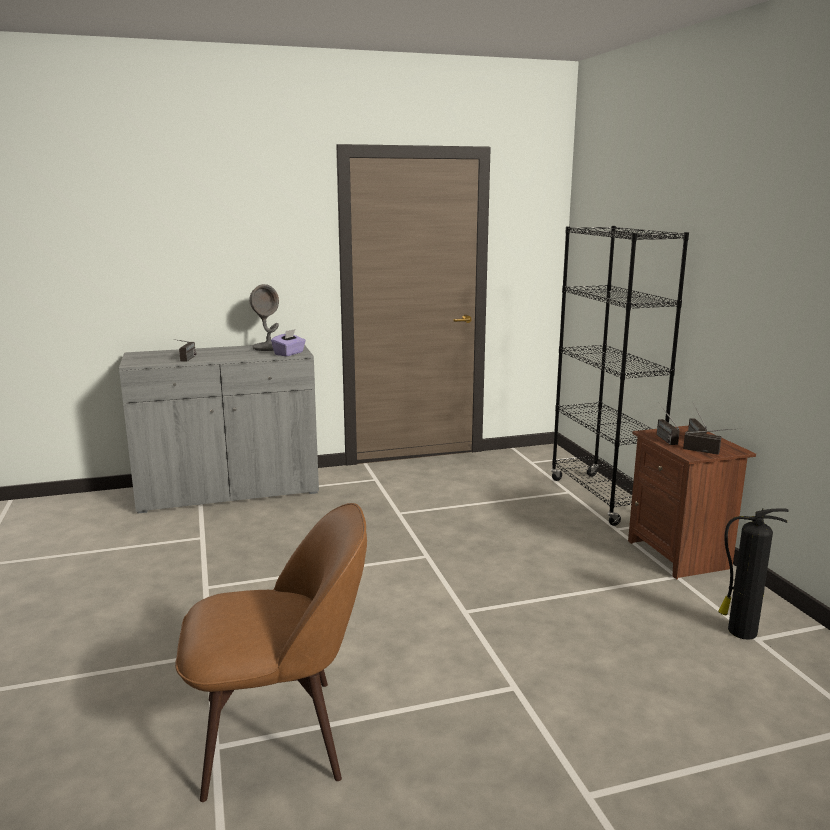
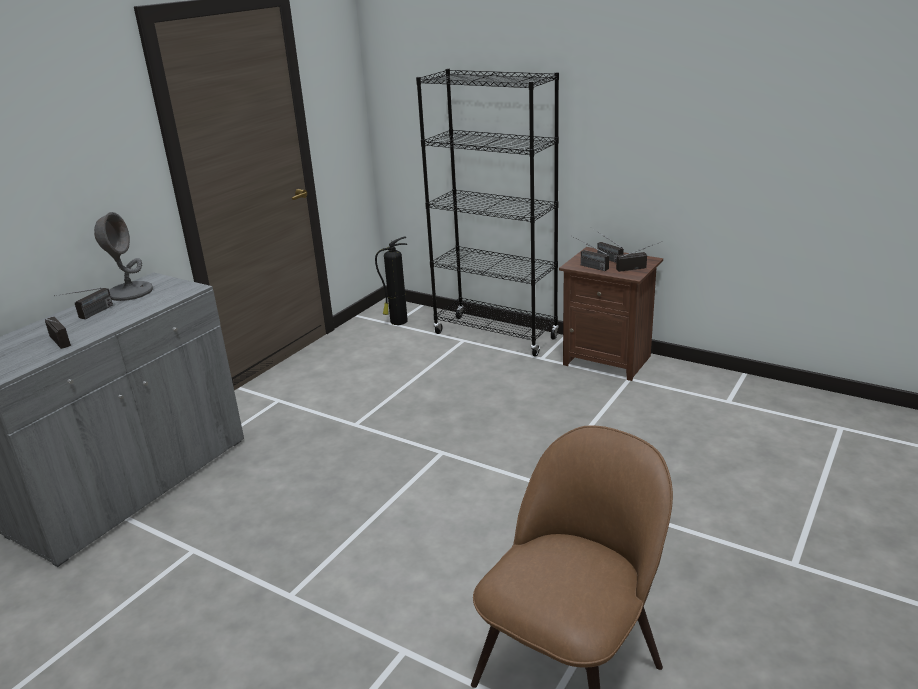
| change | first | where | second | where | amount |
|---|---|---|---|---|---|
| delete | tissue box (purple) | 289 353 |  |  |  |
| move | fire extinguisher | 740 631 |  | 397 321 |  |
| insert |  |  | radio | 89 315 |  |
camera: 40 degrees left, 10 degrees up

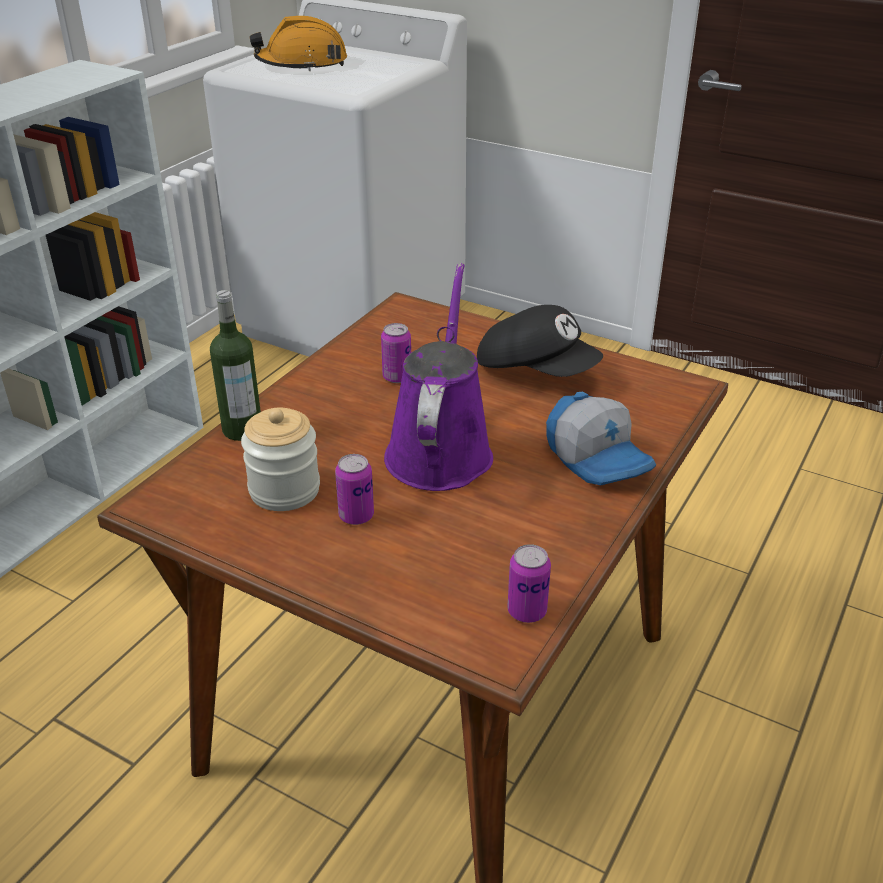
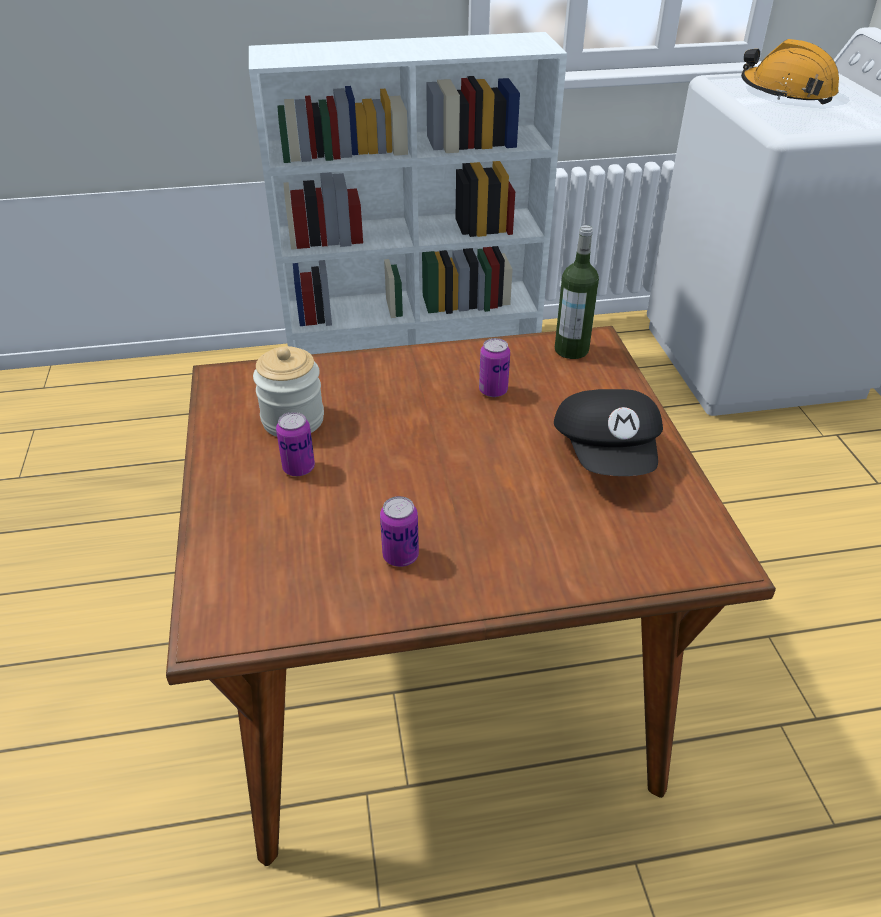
| change | first | where | second | where | amount |
|---|---|---|---|---|---|
| move | bottle | 242 429 |  | 571 350 |  |
| delete | watering can (purple) | 440 450 |  |  |  |
| move | can | 527 611 |  | 400 556 |  |
| delete | cap | 599 457 |  |  |  |
camera: 50 degrees right, 5 degrees up

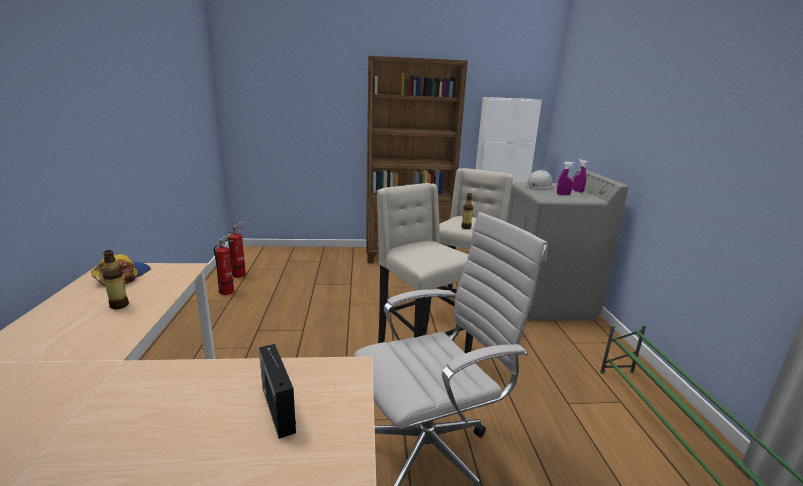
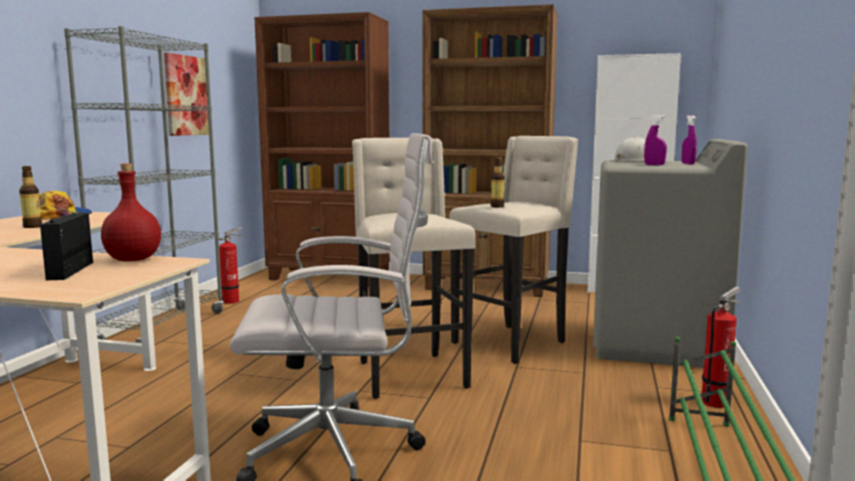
| change | first | where | second | where | amount |
|---|---|---|---|---|---|
| move | fire extinguisher | 240 274 |  | 717 401 |  |
| insert |  |  | bookcase (grey) | 163 329 |  |
| insert |  |  | bottle (red) | 134 259 |  |
| insert |  |  | picture | 185 95 |  |
| insert |  |  | bookcase (brown) | 330 277 |  |
camera: 20 degrees right, 10 degrees down

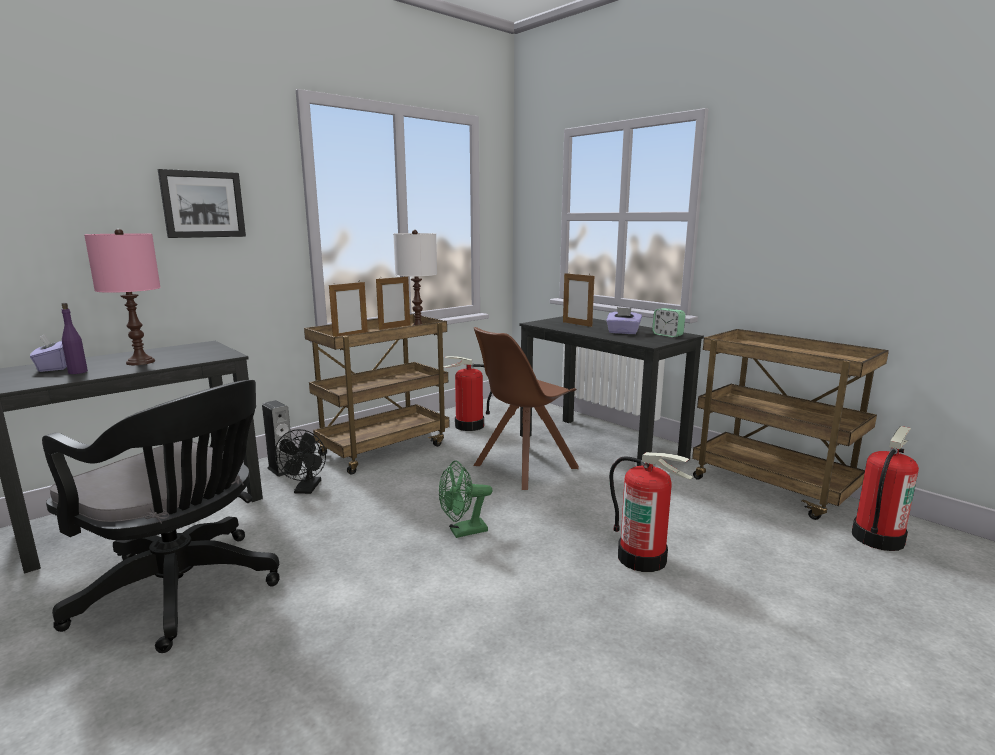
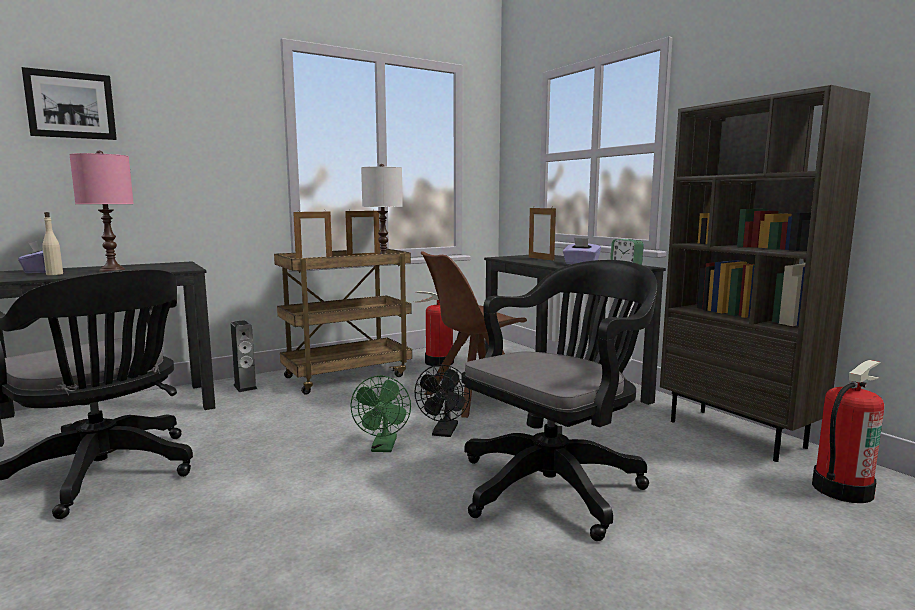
| change | first | where | second | where | amount |
|---|---|---|---|---|---|
| recolor | bottle (purple) | 77 372 | bottle (beige) | 54 274 |  |
| move | picture | 203 204 |  | 71 105 |  |
| move | fan (black) | 306 489 |  | 444 432 |  |
| rotate | fan (green) | 463 532 |  | 383 448 | 75 degrees counterclockwise |
| replace | fire extinguisher | 642 558 | office chair (black) | 556 484 |  |
| replace | cart (brown) | 773 488 | bookcase (brown) | 737 434 |  |
camera: 10 degrees right, 5 degrees down

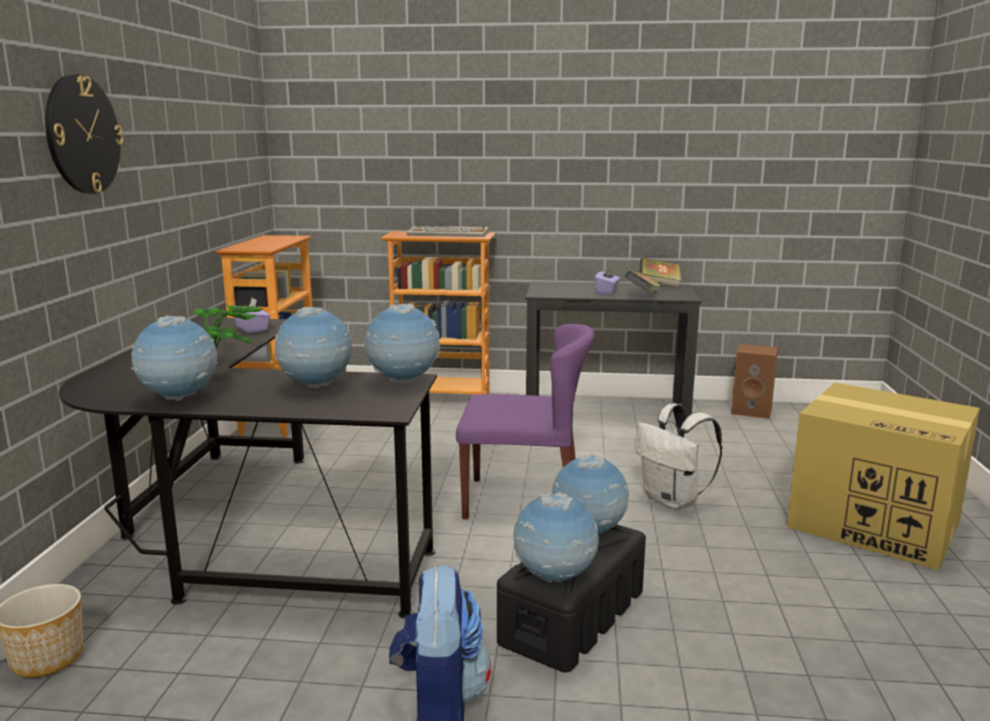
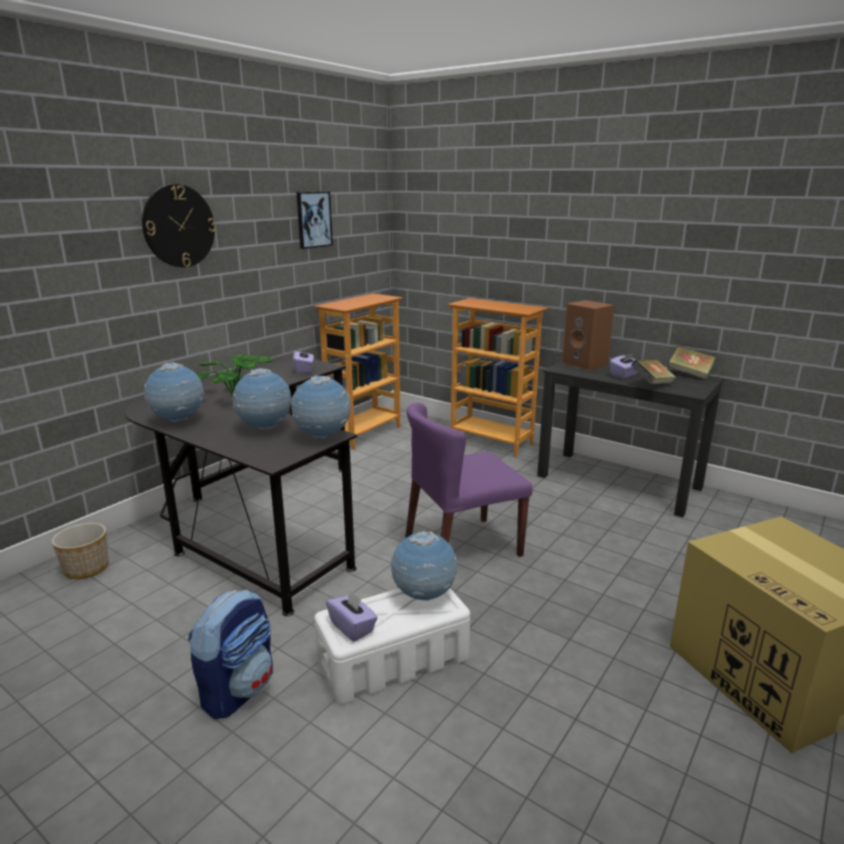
| change | first | where | second | where | amount |
|---|---|---|---|---|---|
| delete | keyboard | 449 234 |  |  |  |
| rotate | chair (purple) | 524 500 |  | 462 547 | 120 degrees clockwise |
| recolor | storage box (black) | 572 617 | storage box (white) | 392 660 |  |
| replace | globe | 554 579 | tissue box (purple) | 352 627 |  |
| delete | backpack (white) | 673 500 |  |  |  |
| move | speaker (brown) | 752 411 |  | 586 364 |  |
| insert |  |  | picture | 313 219 |  |
camera: 30 degrees right, 5 degrees up

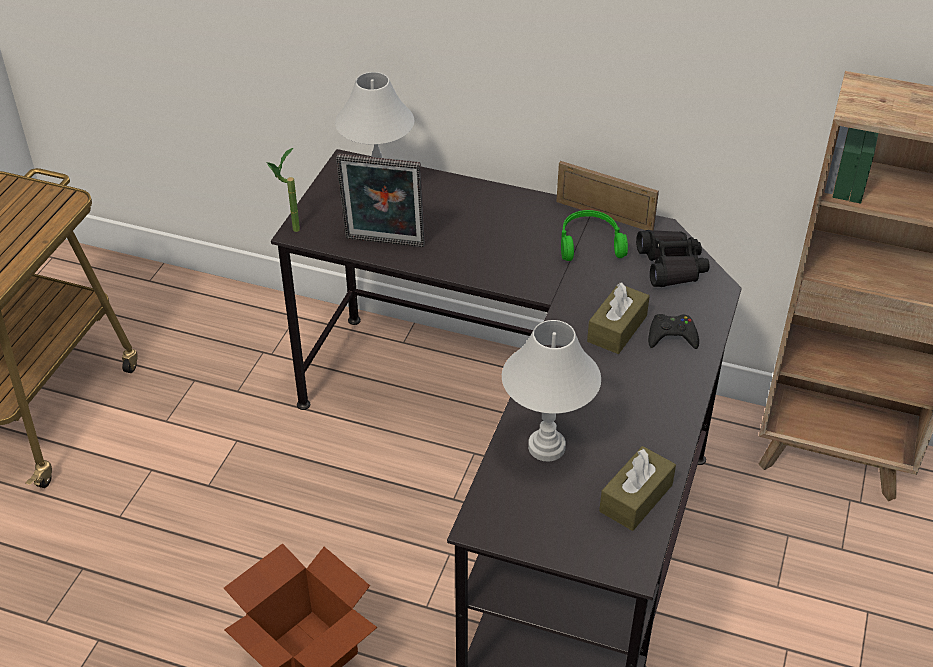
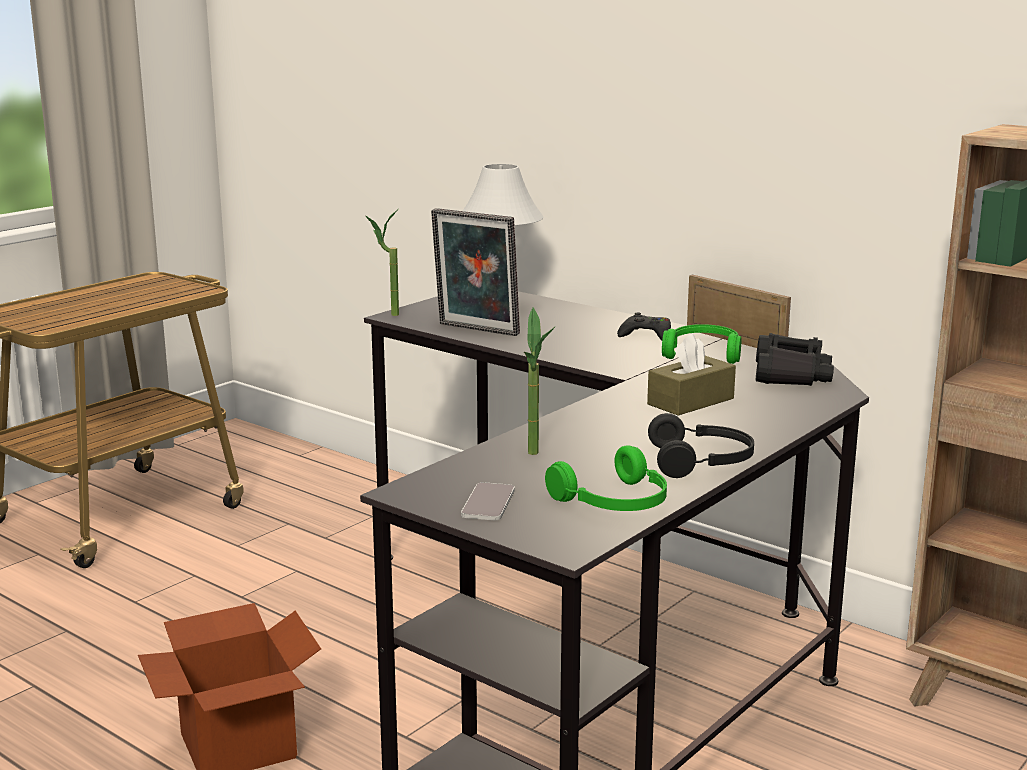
| change | first | where | second | where | amount |
|---|---|---|---|---|---|
| replace | table lamp (white) | 547 446 | potted plant | 537 456 |  |
| replace | tissue box (brown) | 636 498 | headphones (green) | 615 503 |  |
| move | game controller (black) | 672 336 |  | 646 335 |  |
| insert |  |  | phone | 488 503 |  |
| insert |  |  | headphones (black) | 702 462 |  |
camera: 20 degrees right, 25 degrees down

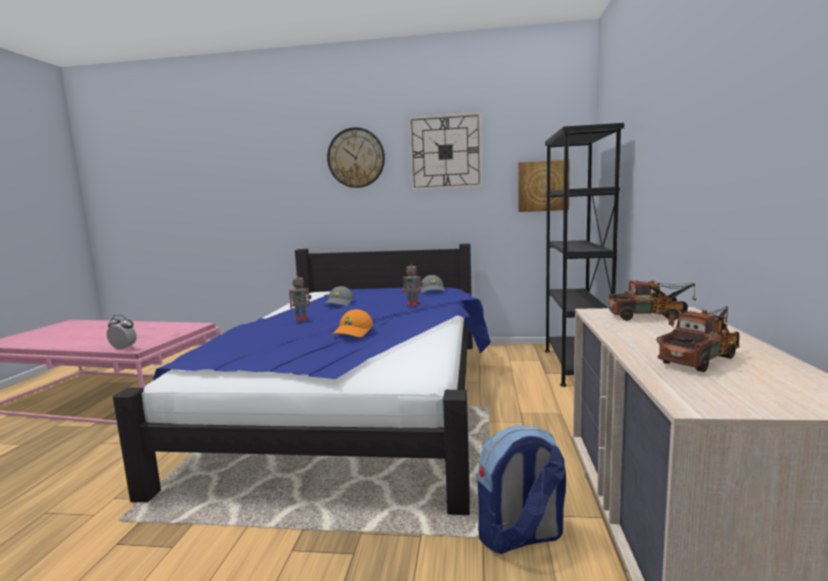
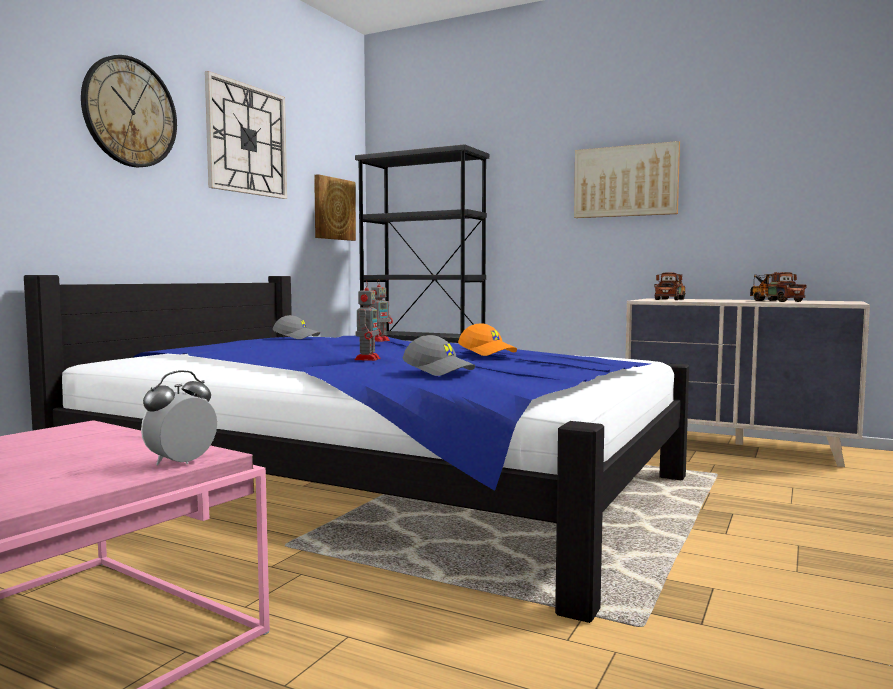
| change | first | where | second | where | amount |
|---|---|---|---|---|---|
| move | cap (grey) | 339 303 |  | 439 371 |  |
| delete | backpack | 520 537 |  |  |  |
| insert |  |  | picture | 625 181 |  |
camera: 70 degrees left, 5 degrees down

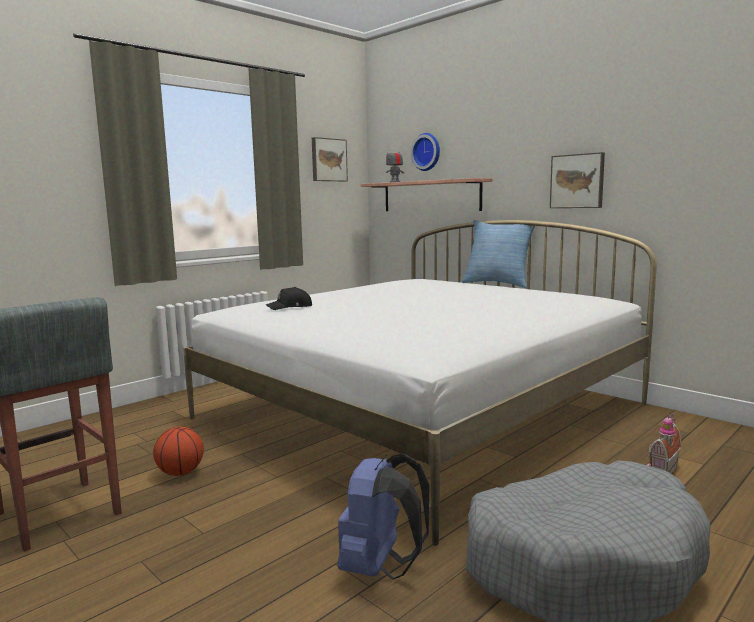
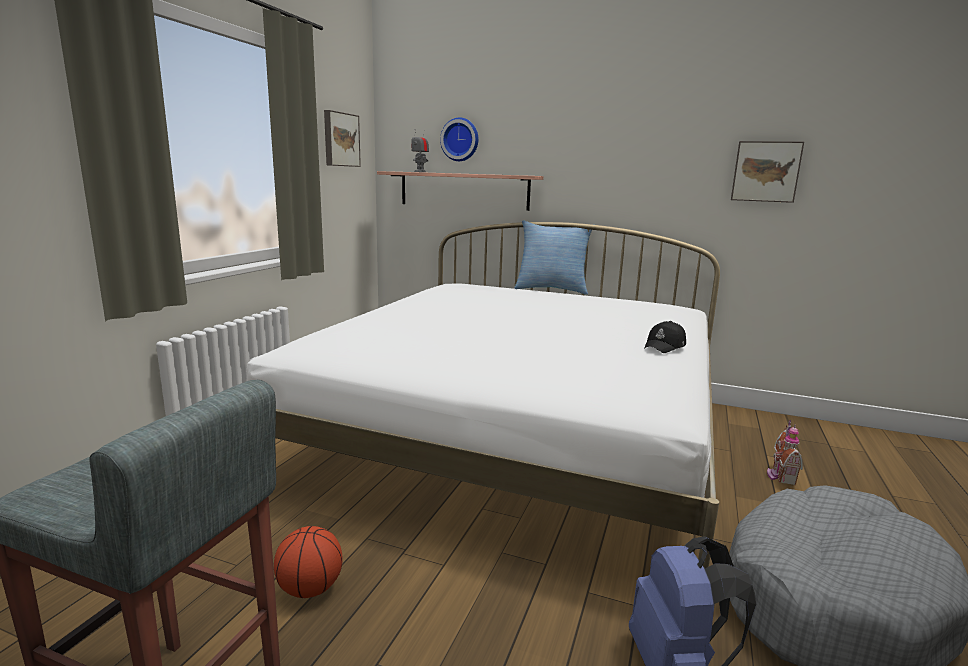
| change | first | where | second | where | amount |
|---|---|---|---|---|---|
| move | cap (black) | 290 307 |  | 665 346 |  |
| move | picture | 577 181 |  | 765 171 |  |
camera: 25 degrees left, 5 degrees up

